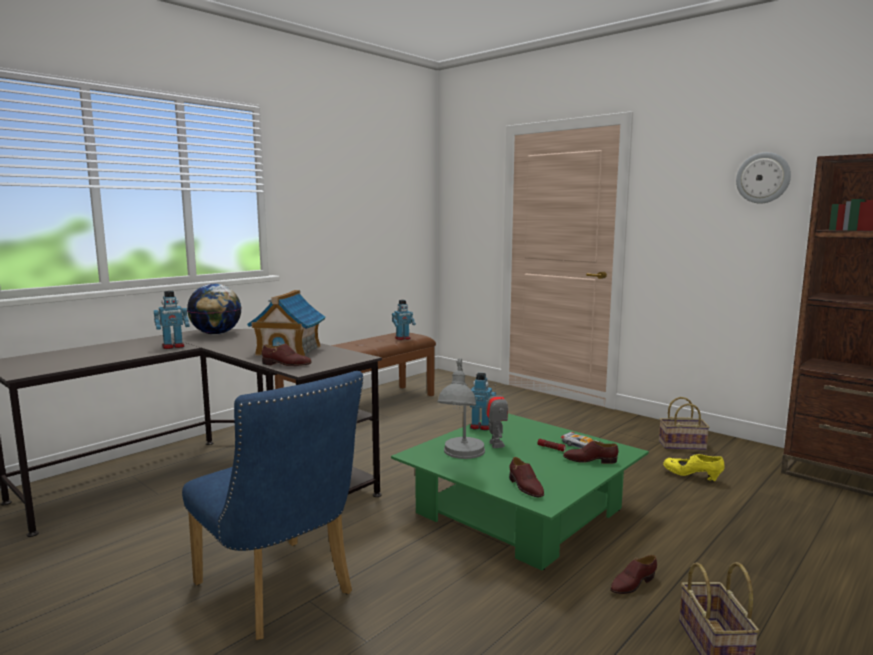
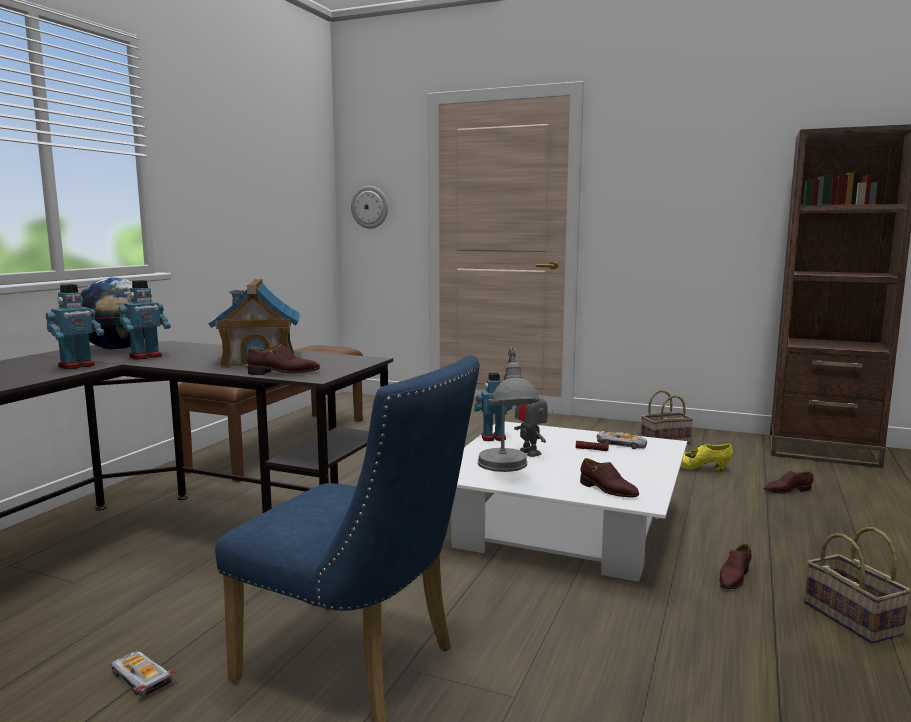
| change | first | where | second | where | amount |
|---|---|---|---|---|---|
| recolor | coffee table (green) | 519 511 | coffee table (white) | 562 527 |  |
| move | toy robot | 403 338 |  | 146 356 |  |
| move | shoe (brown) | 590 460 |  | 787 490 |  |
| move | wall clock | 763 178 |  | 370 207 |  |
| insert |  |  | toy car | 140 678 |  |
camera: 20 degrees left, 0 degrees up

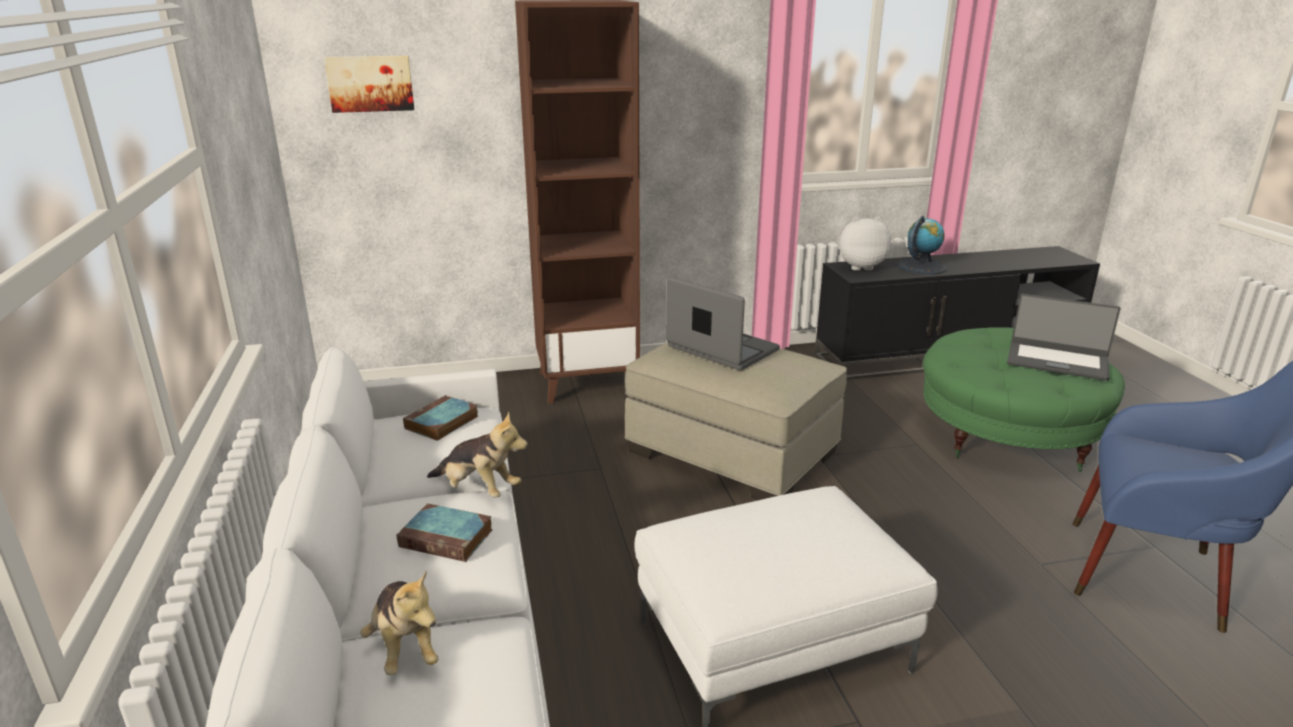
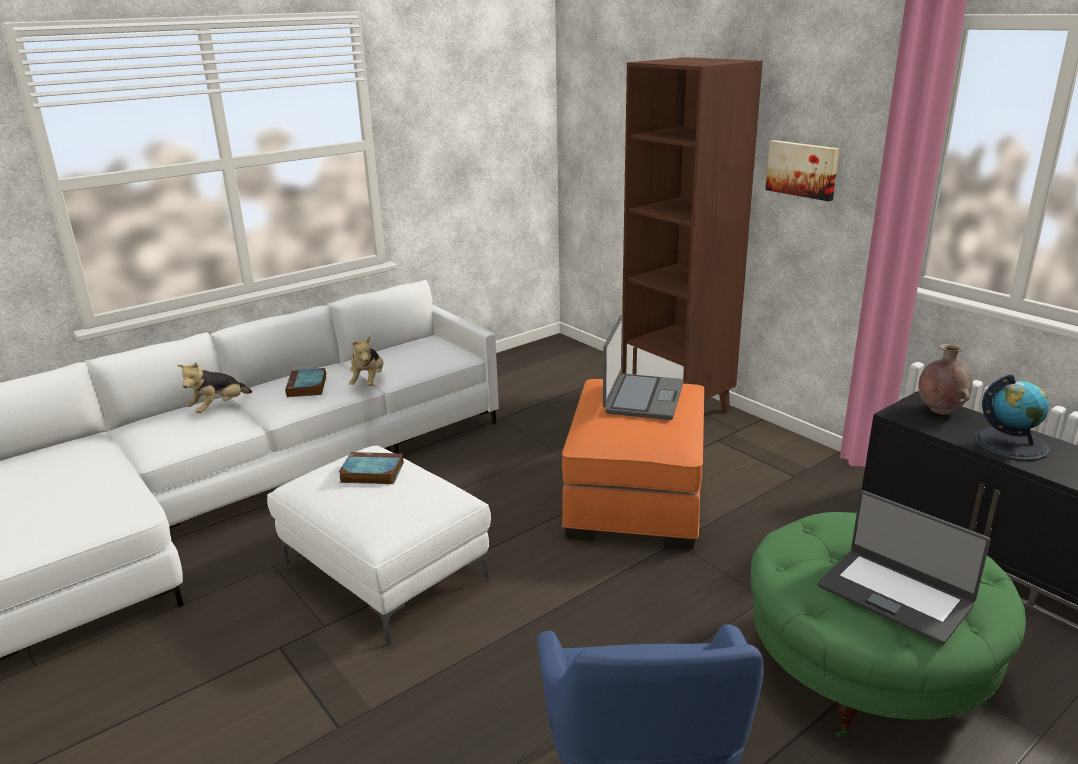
| change | first | where | second | where | amount |
|---|---|---|---|---|---|
| move | picture | 370 83 |  | 802 169 |  |
| move | book | 441 423 |  | 370 473 |  |
| recolor | ottoman (beige) | 730 451 | ottoman (orange) | 636 496 |  |
| replace | plush toy | 860 267 | vase (brown) | 939 410 |  |
| rotate | laptop | 1057 361 |  | 895 594 | 45 degrees counterclockwise |
camera: 65 degrees right, 0 degrees up

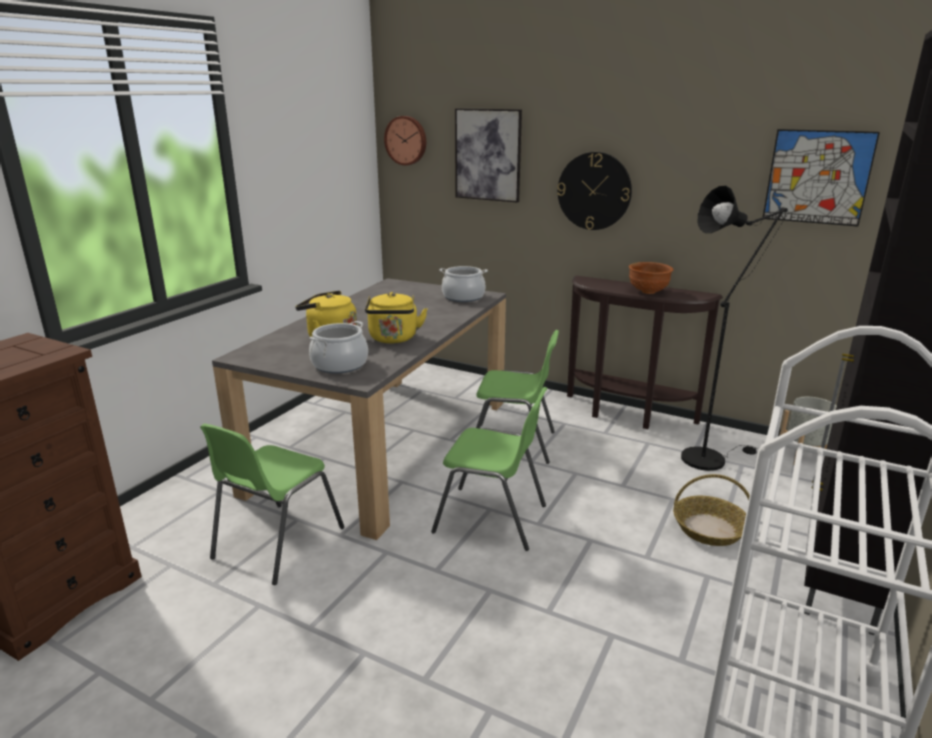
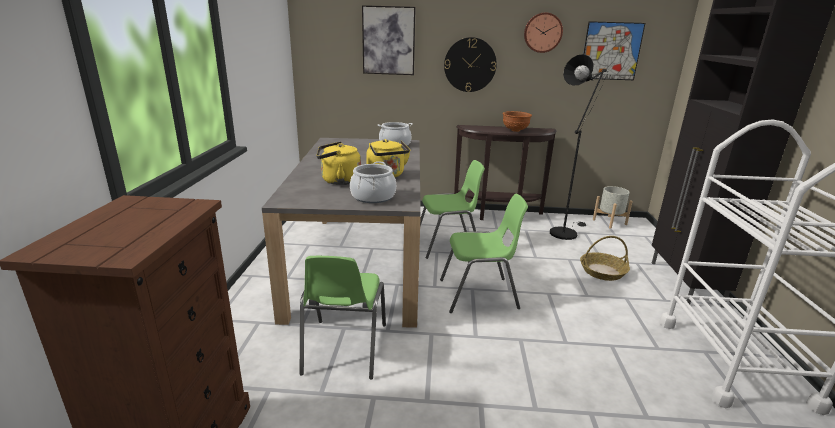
| change | first | where | second | where | amount |
|---|---|---|---|---|---|
| move | wall clock | 406 140 |  | 542 32 |  |
camera: 25 degrees left, 0 degrees up

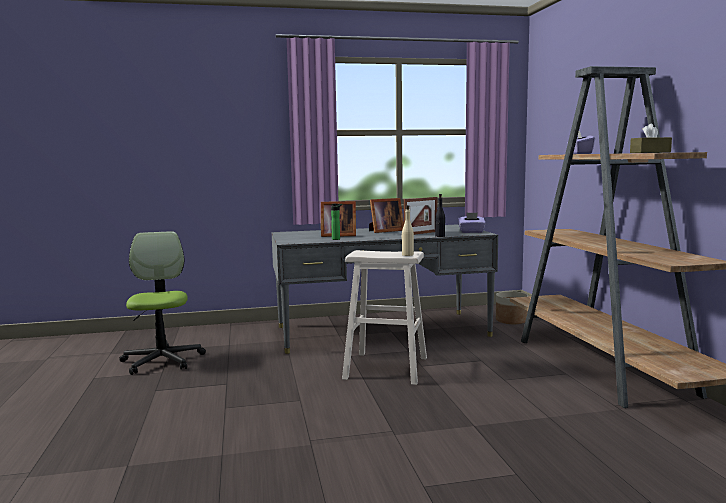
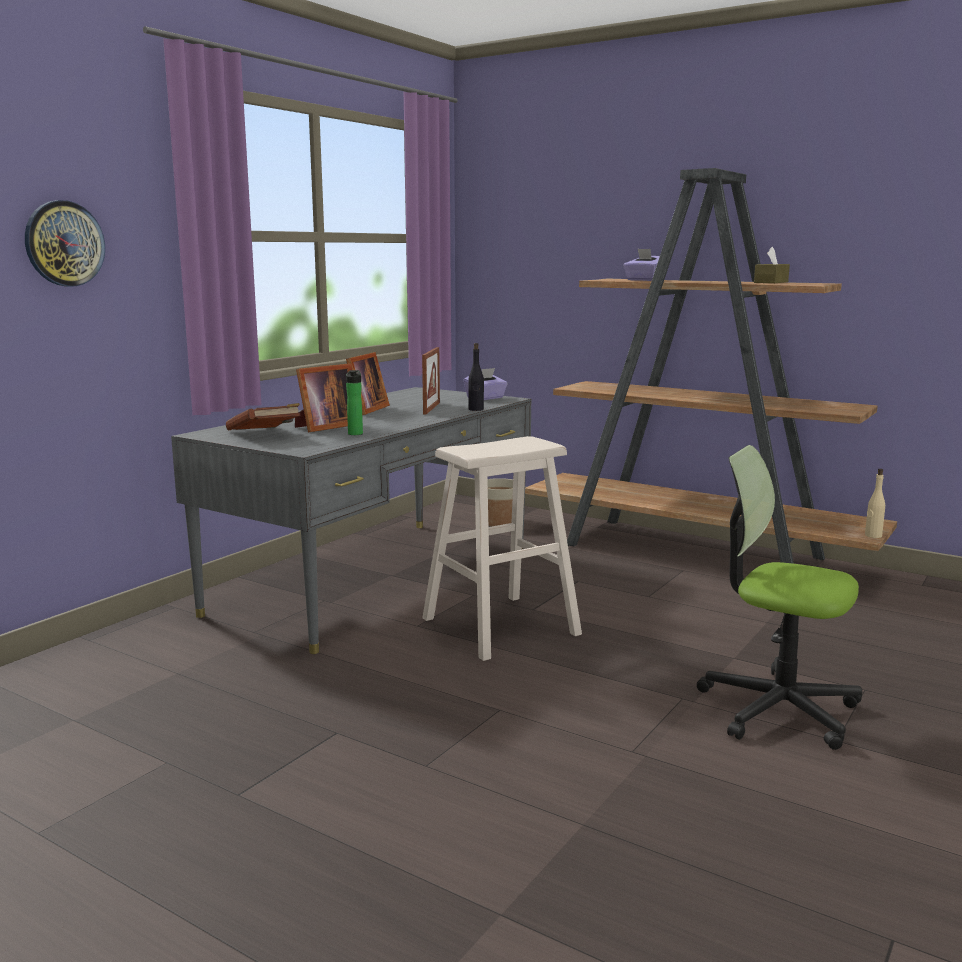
| change | first | where | second | where | amount |
|---|---|---|---|---|---|
| move | office chair | 162 361 |  | 778 708 |  |
| move | bottle (beige) | 407 255 |  | 873 535 |  |
| insert |  |  | wall clock | 64 243 |  |
| insert |  |  | book (brown) | 265 435 |  |
camera: 45 degrees left, 5 degrees up

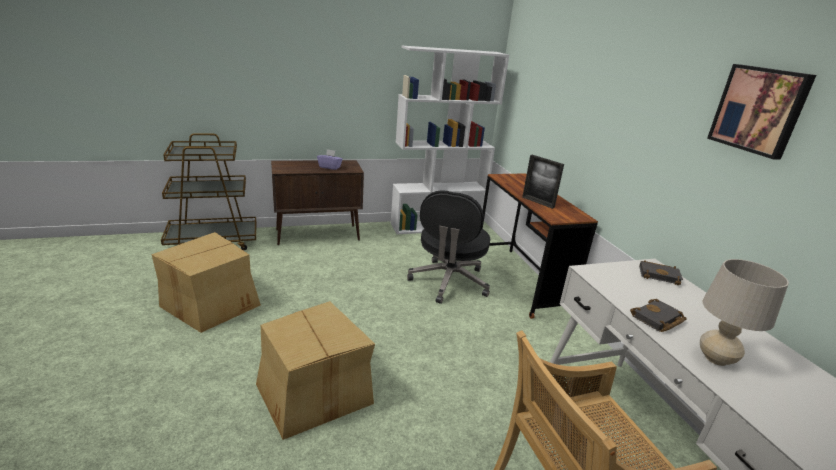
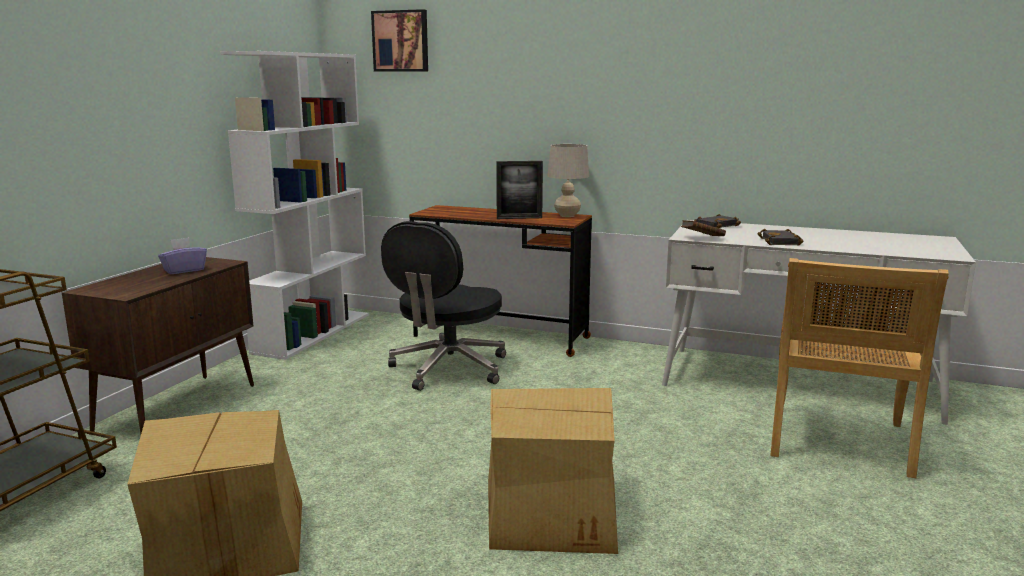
| change | first | where | second | where | amount |
|---|---|---|---|---|---|
| rotate | office chair (black) | 448 282 |  | 448 369 | 60 degrees clockwise |
| move | table lamp (beige) | 716 359 |  | 567 216 |  |
| move | picture | 759 110 |  | 401 41 |  |
| insert |  |  | book (brown) | 702 238 |  |
camera: 50 degrees left, 10 degrees down

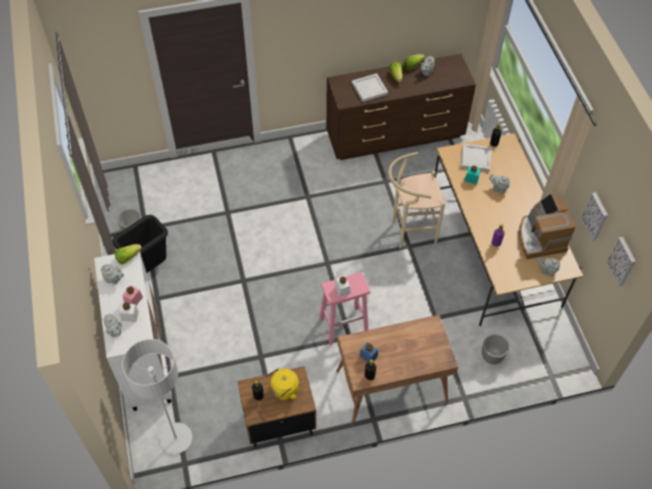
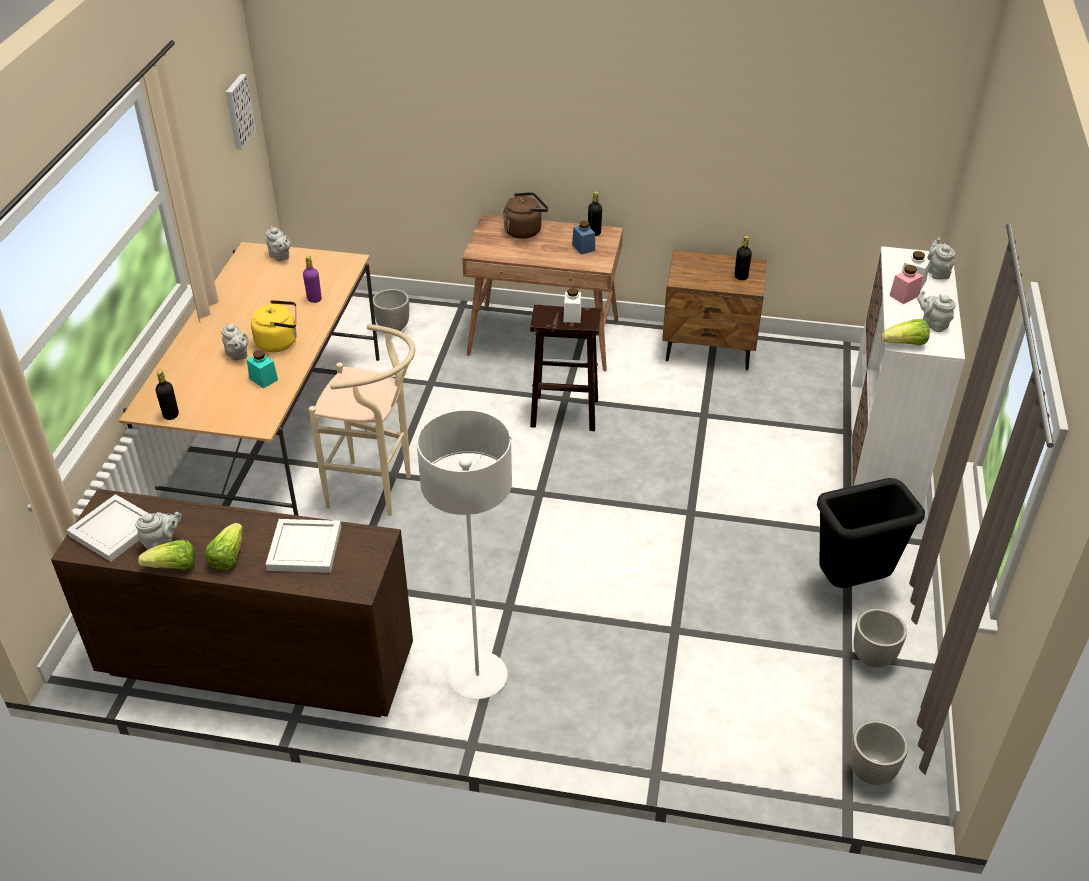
| change | first | where | second | where | amount |
|---|---|---|---|---|---|
| move | floor lamp (grey) | 176 438 |  | 477 677 |  |
| move | kettle (yellow) | 283 390 |  | 279 342 |  |
| recolor | stool (pink) | 344 325 | stool (brown) | 563 413 |  |
| move | tray (white) | 476 159 |  | 114 529 |  |
| delete | coffee machine | 540 237 |  |  |  |
| delete | picture | 596 216 |  |  |  |
| insert |  |  | kettle (brown) | 525 230 |  |
| insert |  |  | planter | 871 772 |  |
camera: 155 degrees left, 15 degrees down

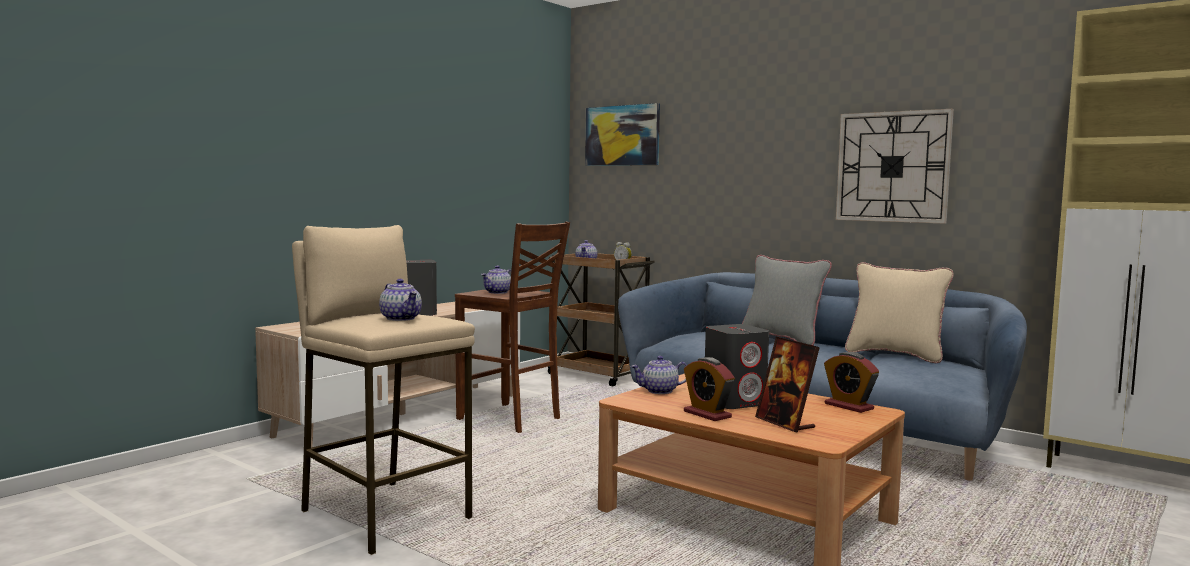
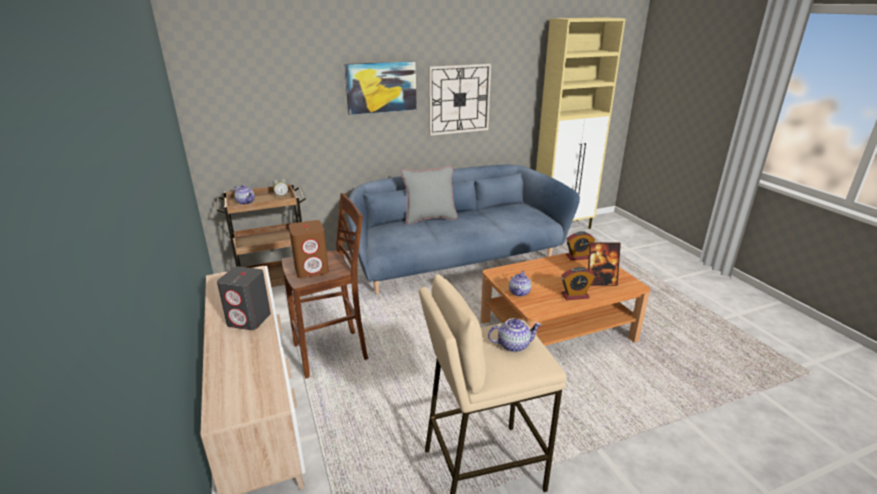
| change | first | where | second | where | amount |
|---|---|---|---|---|---|
| replace | teapot | 497 292 | speaker (brown) | 312 269 |  |
| move | picture | 622 135 |  | 381 87 |  |
| delete | speaker (grey) | 735 402 |  |  |  |
| delete | pillow (beige) | 895 355 |  |  |  |
camera: 60 degrees left, 20 degrees up

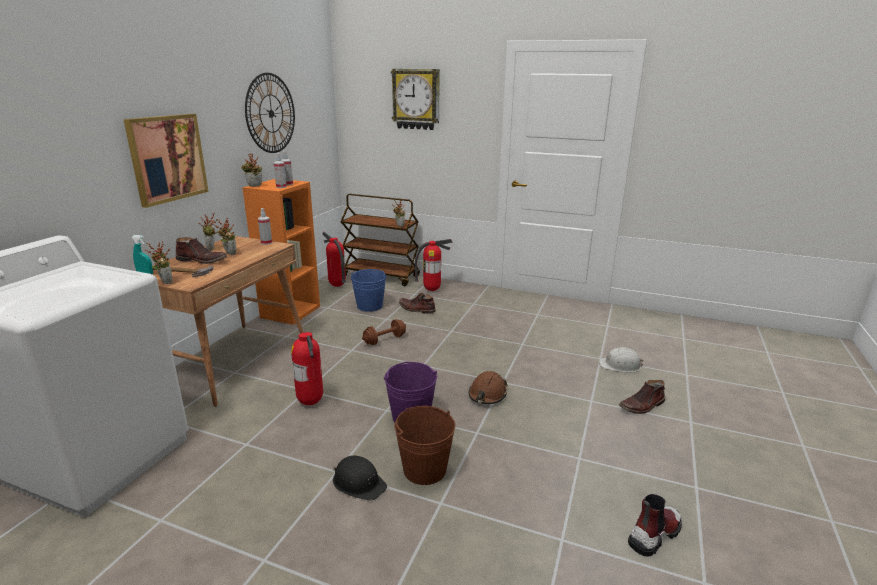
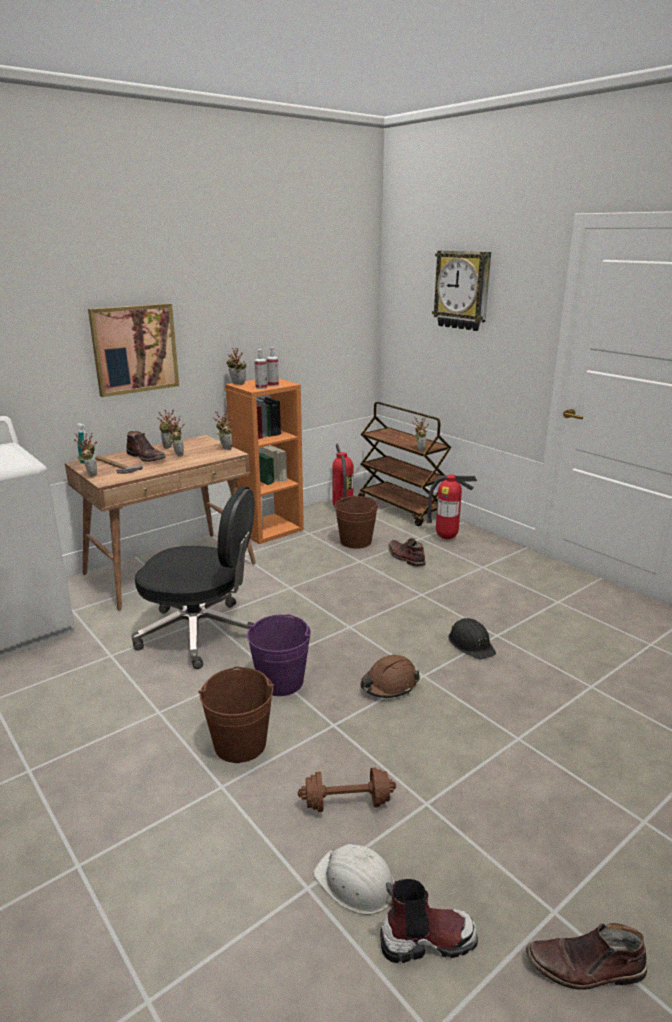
| change | first | where | second | where | amount |
|---|---|---|---|---|---|
| delete | wall clock | 271 113 |  |  |  |
| replace | spray bottle | 266 243 | potted plant | 224 448 |  |
| replace | fire extinguisher | 311 402 | office chair (black) | 201 633 |  |
| move | hard hat (black) | 358 482 |  | 471 644 |  |
| recolor | bucket (blue) | 370 306 | bucket (brown) | 356 541 |  |
| move | dumbbell (brown) | 384 340 |  | 347 803 |  |
| move | hard hat (white) | 620 365 |  | 356 883 |  |
| move | boot (brown) | 642 406 |  | 585 968 |  |
camera: 30 degrees right, 0 degrees up

